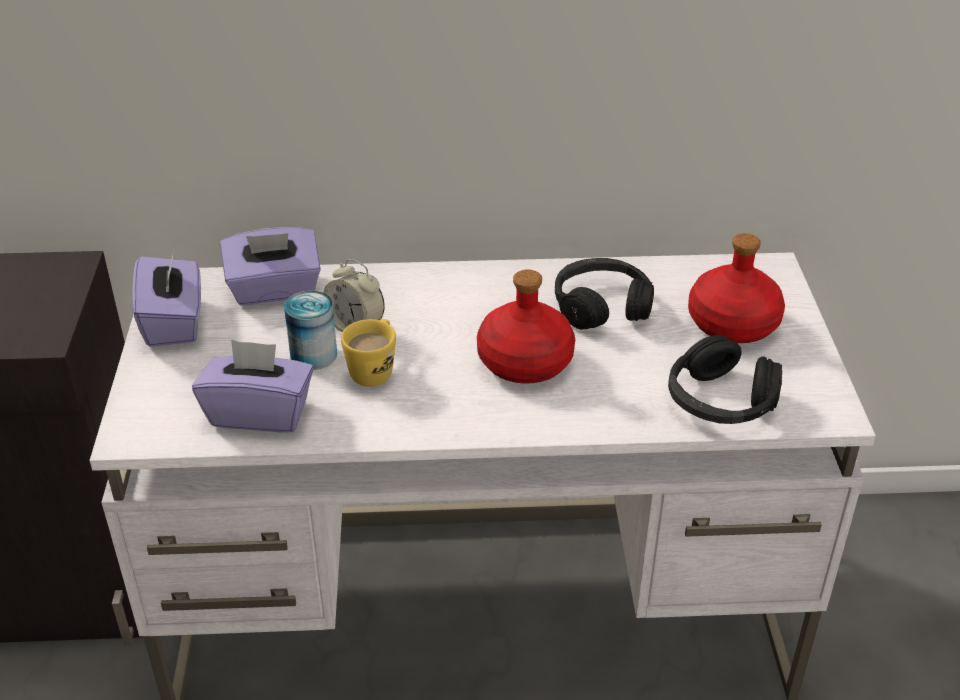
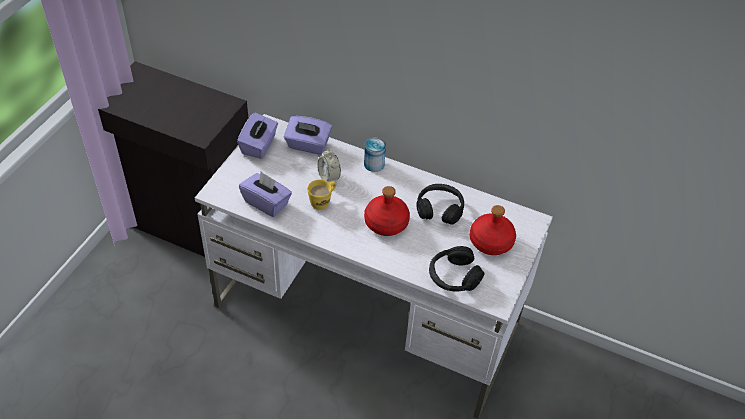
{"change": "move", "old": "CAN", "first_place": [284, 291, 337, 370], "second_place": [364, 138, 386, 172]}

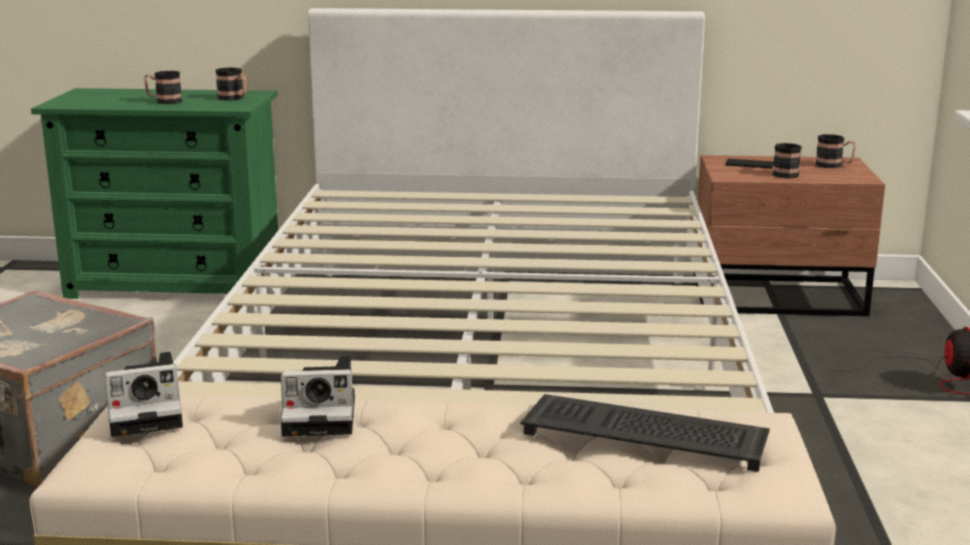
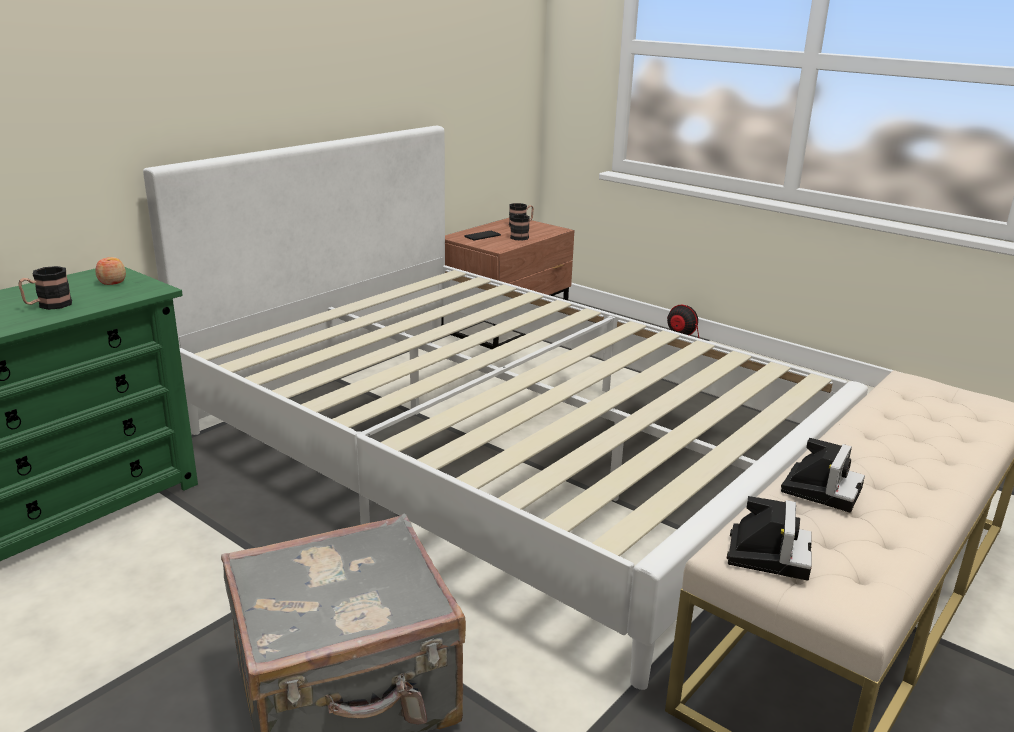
{"change": "replace", "old": "MUG", "new": "APPLE", "first_place": [215, 67, 246, 101], "second_place": [96, 257, 126, 285]}
{"change": "delete", "old": "KEYBOARD", "first_place": [520, 394, 770, 472]}

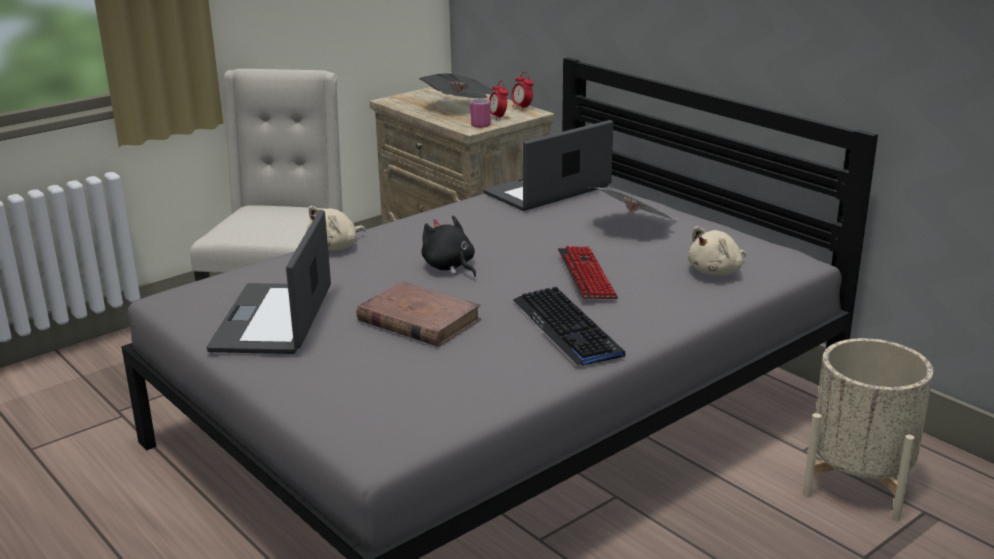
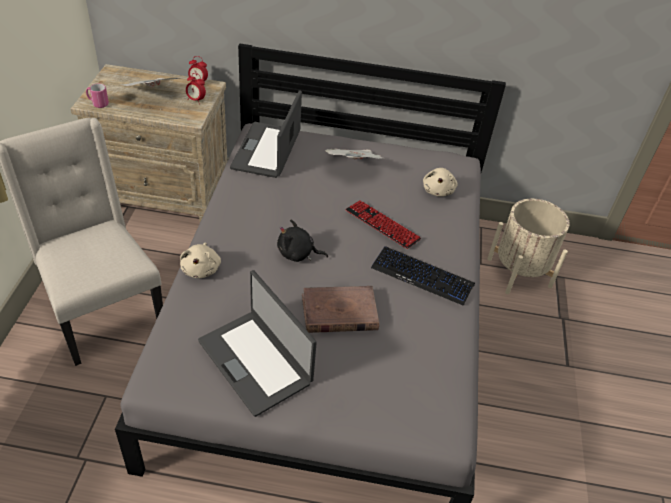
{"change": "move", "old": "PINK MUG", "first_place": [470, 98, 491, 128], "second_place": [86, 84, 109, 108]}

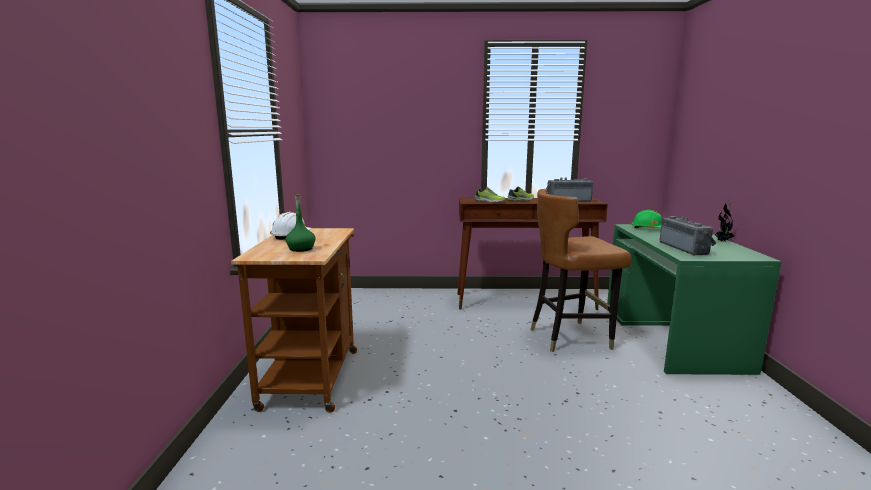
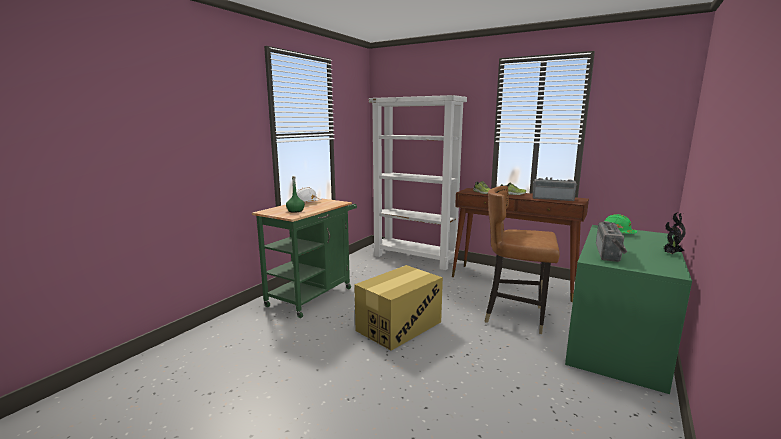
{"change": "recolor", "old": "BROWN CART", "new": "GREEN CART", "first_place": [231, 228, 357, 413], "second_place": [252, 198, 357, 318]}
{"change": "insert", "new": "CARDBOARD BOX", "second_place": [354, 265, 443, 351]}
{"change": "insert", "new": "WHITE BOOKCASE", "second_place": [369, 95, 467, 270]}

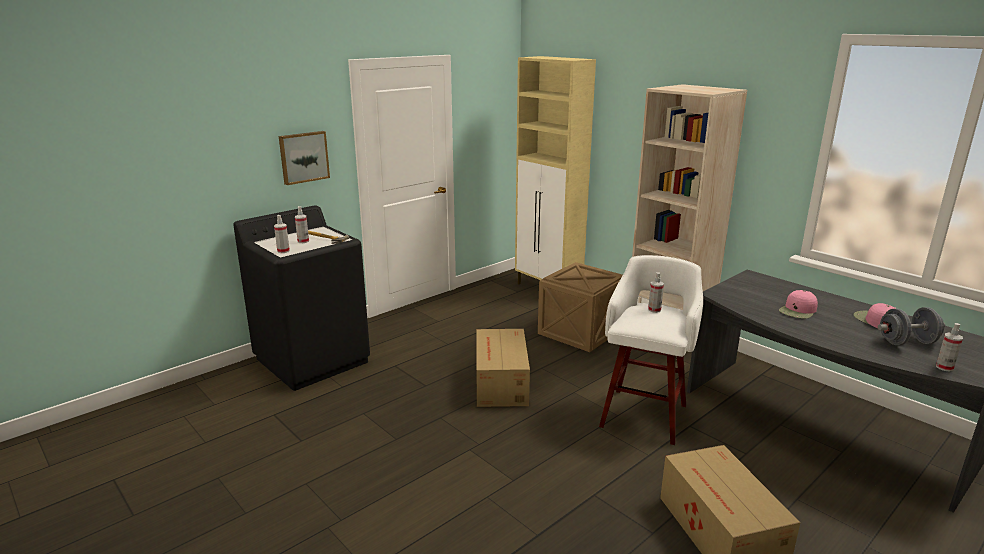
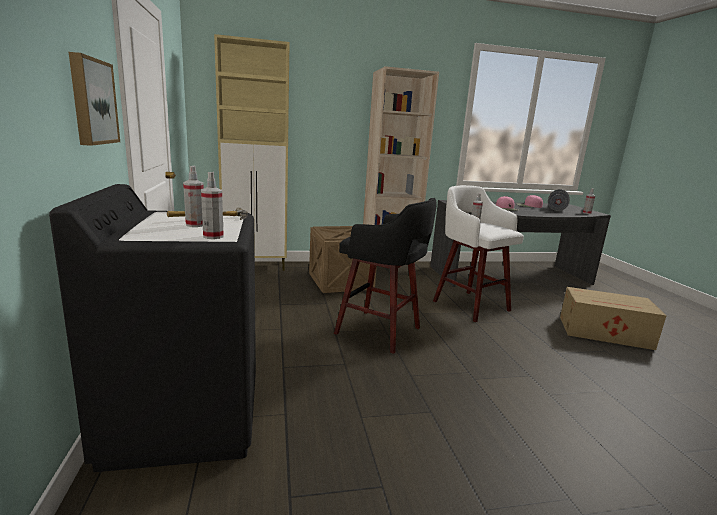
{"change": "replace", "old": "CARDBOARD BOX", "new": "BLACK STOOL", "first_place": [476, 329, 530, 407], "second_place": [334, 198, 437, 354]}

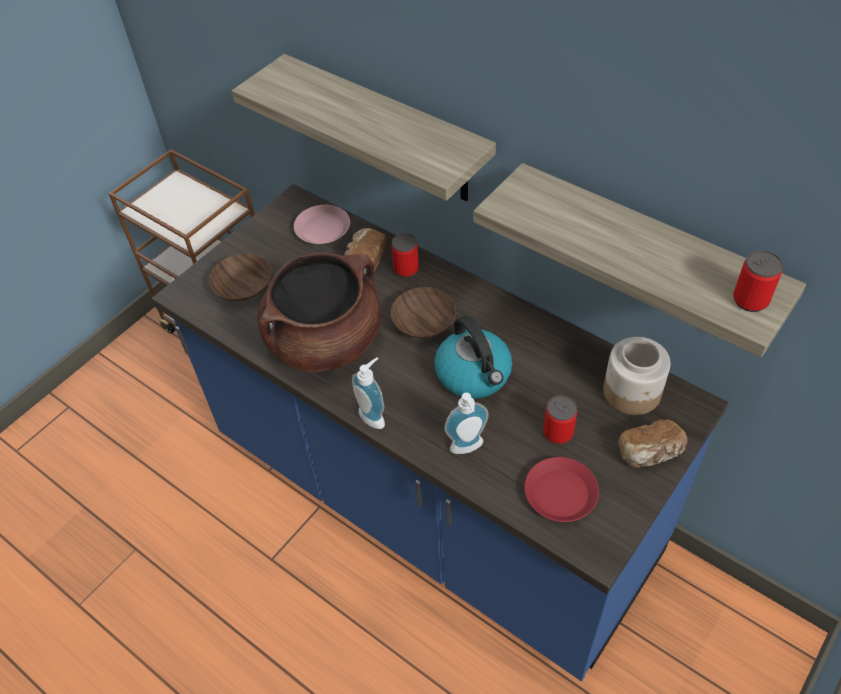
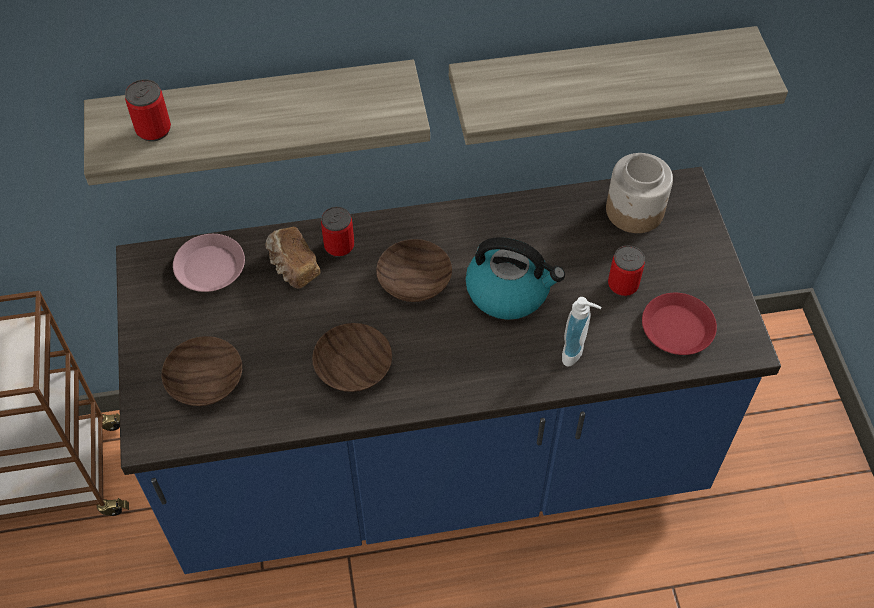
{"change": "replace", "old": "BROWN COOKING POT", "new": "BROWN BOWL", "first_place": [258, 252, 381, 373], "second_place": [312, 323, 392, 392]}
{"change": "delete", "old": "SOAP DISPENSER", "first_place": [352, 358, 385, 429]}
{"change": "delete", "old": "BREAD", "first_place": [618, 419, 687, 467]}
{"change": "move", "old": "CAN", "first_place": [733, 250, 783, 312], "second_place": [125, 79, 171, 142]}

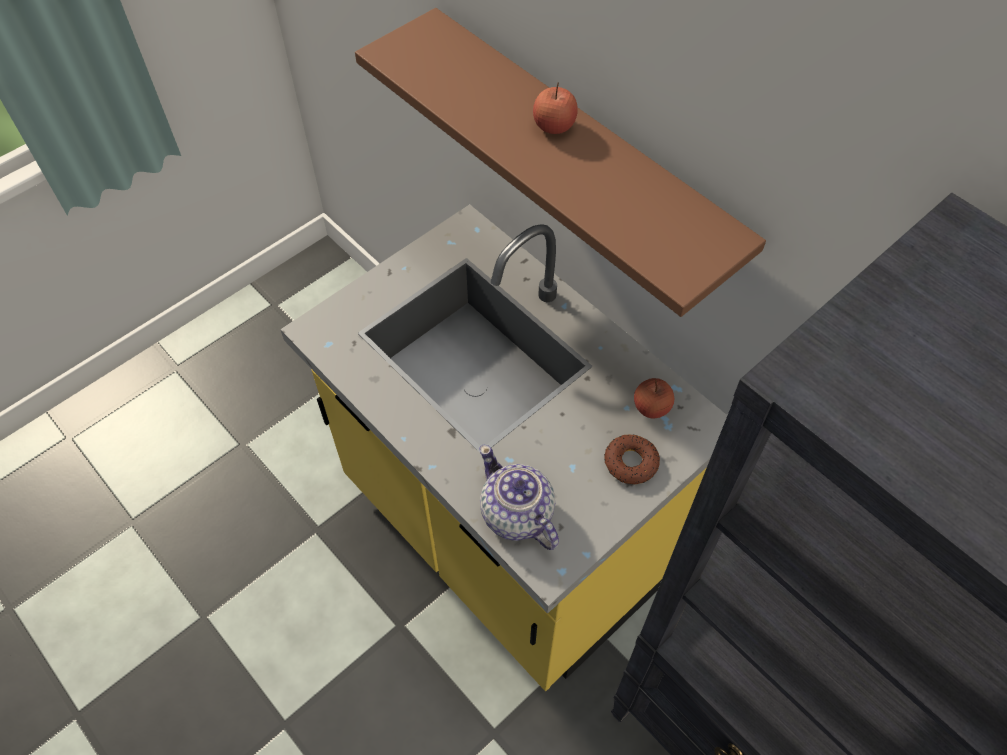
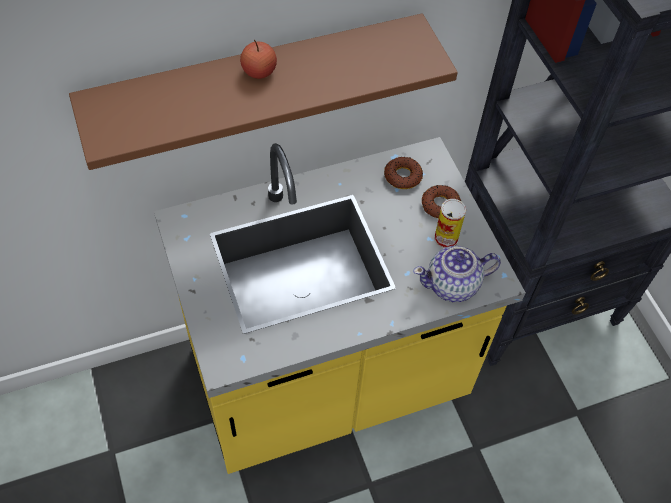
{"change": "replace", "old": "APPLE", "new": "DONUT", "first_place": [634, 378, 674, 418], "second_place": [384, 157, 423, 189]}
{"change": "insert", "new": "CAN", "second_place": [434, 199, 466, 248]}

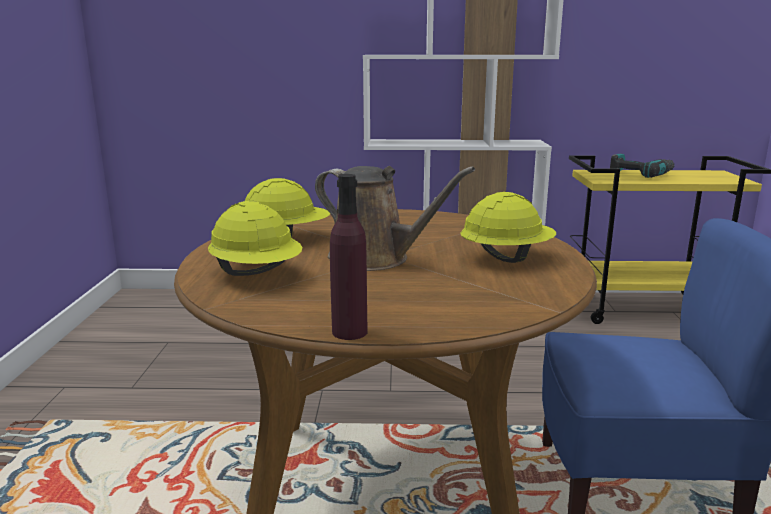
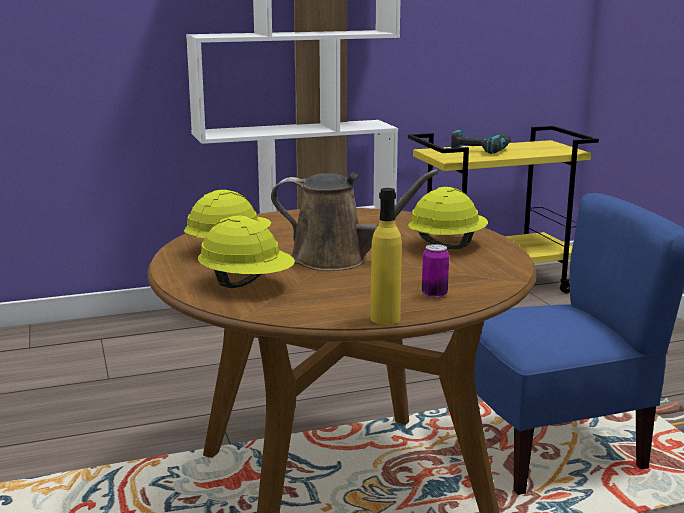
{"change": "recolor", "old": "PURPLE BOTTLE", "new": "YELLOW BOTTLE", "first_place": [330, 174, 368, 340], "second_place": [371, 188, 402, 325]}
{"change": "insert", "new": "CAN", "second_place": [422, 244, 449, 298]}

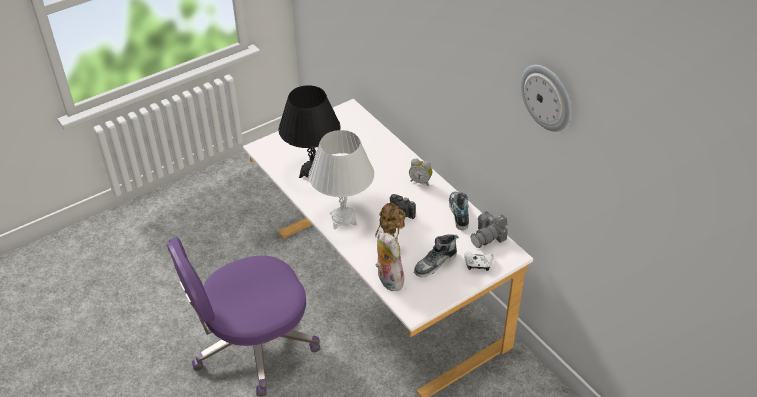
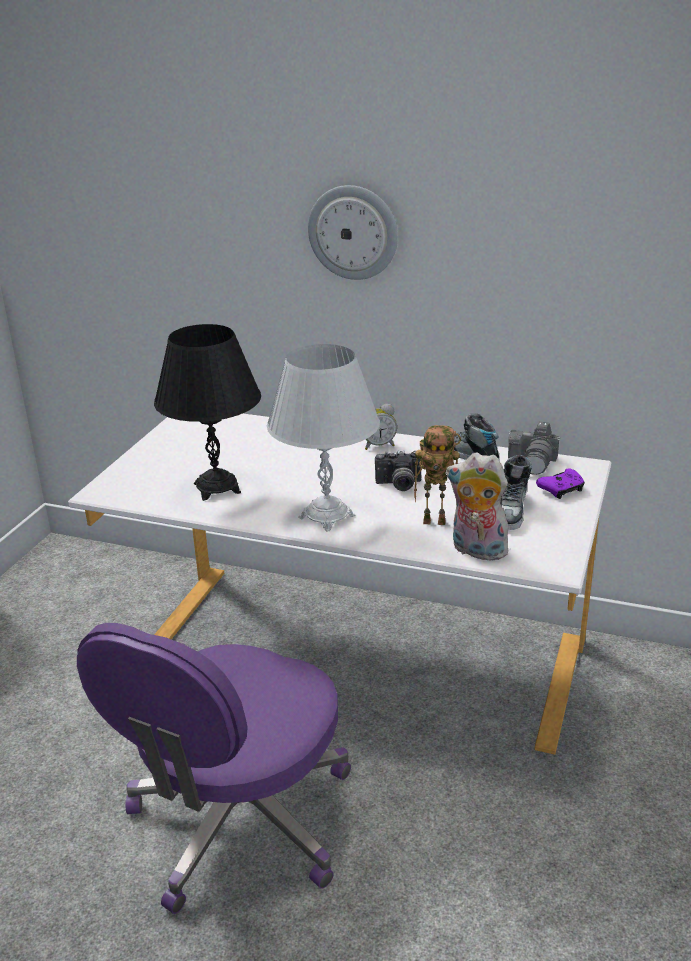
{"change": "recolor", "old": "WHITE GAME CONTROLLER", "new": "PURPLE GAME CONTROLLER", "first_place": [464, 252, 494, 271], "second_place": [536, 468, 585, 499]}
{"change": "move", "old": "WALL CLOCK", "first_place": [521, 65, 571, 132], "second_place": [308, 185, 398, 280]}

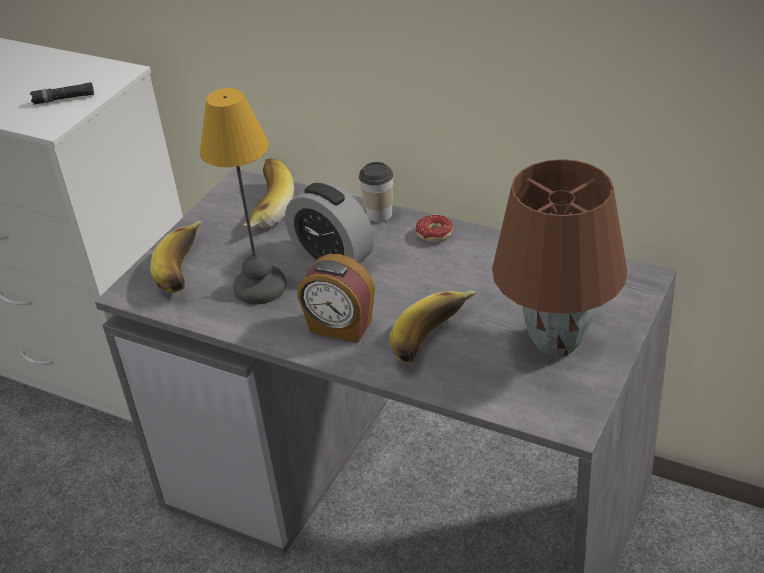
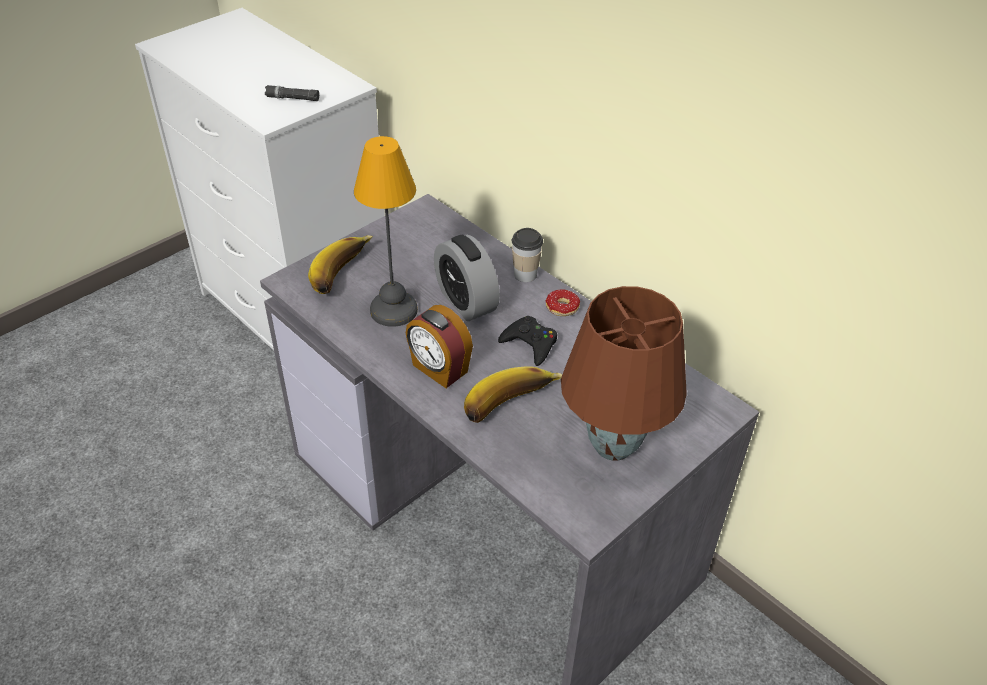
{"change": "delete", "old": "BANANA", "first_place": [242, 158, 295, 228]}
{"change": "insert", "new": "BLACK GAME CONTROLLER", "second_place": [498, 316, 557, 366]}

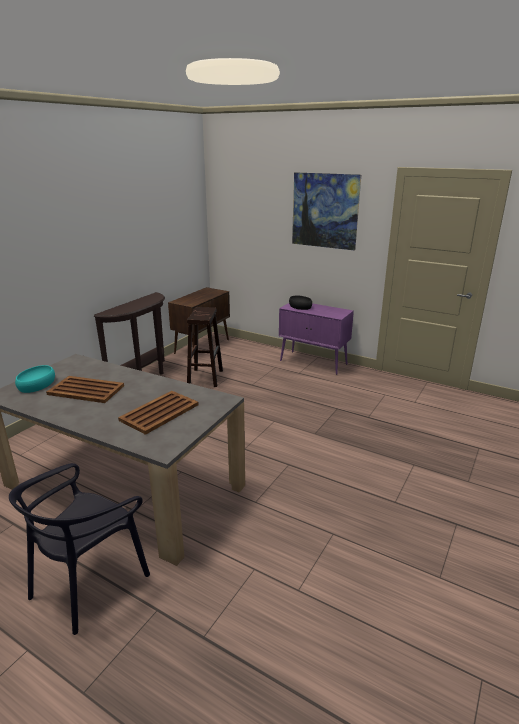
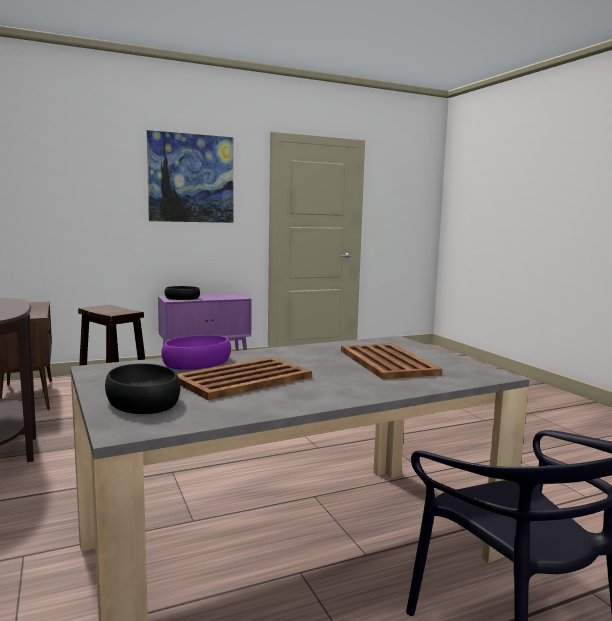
{"change": "recolor", "old": "TURQUOISE BOWL", "new": "BLACK BOWL", "first_place": [15, 365, 55, 393], "second_place": [105, 363, 180, 414]}
{"change": "insert", "new": "PURPLE BOWL", "second_place": [161, 335, 231, 370]}

